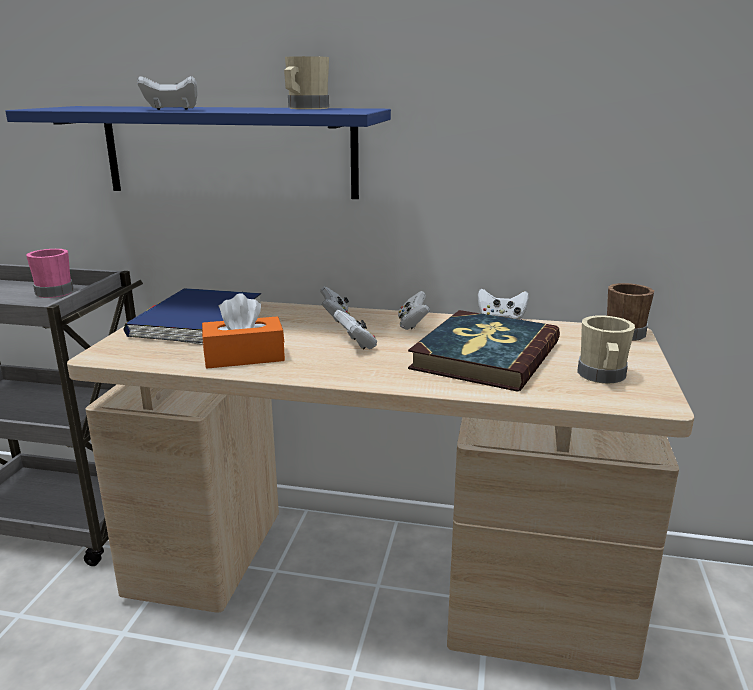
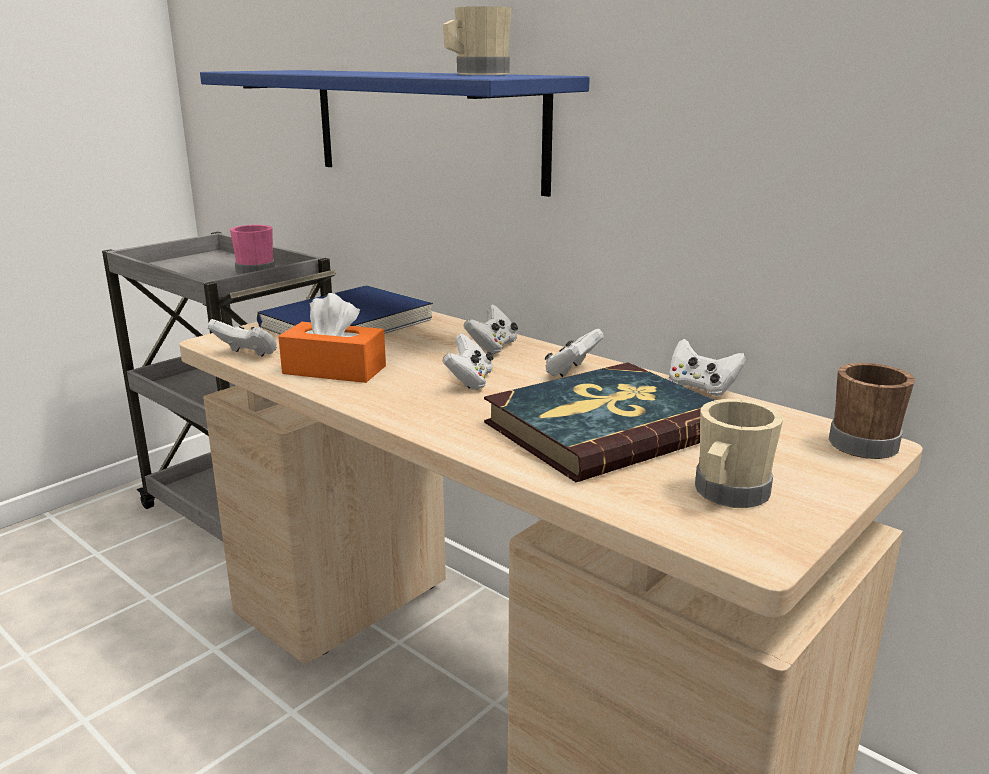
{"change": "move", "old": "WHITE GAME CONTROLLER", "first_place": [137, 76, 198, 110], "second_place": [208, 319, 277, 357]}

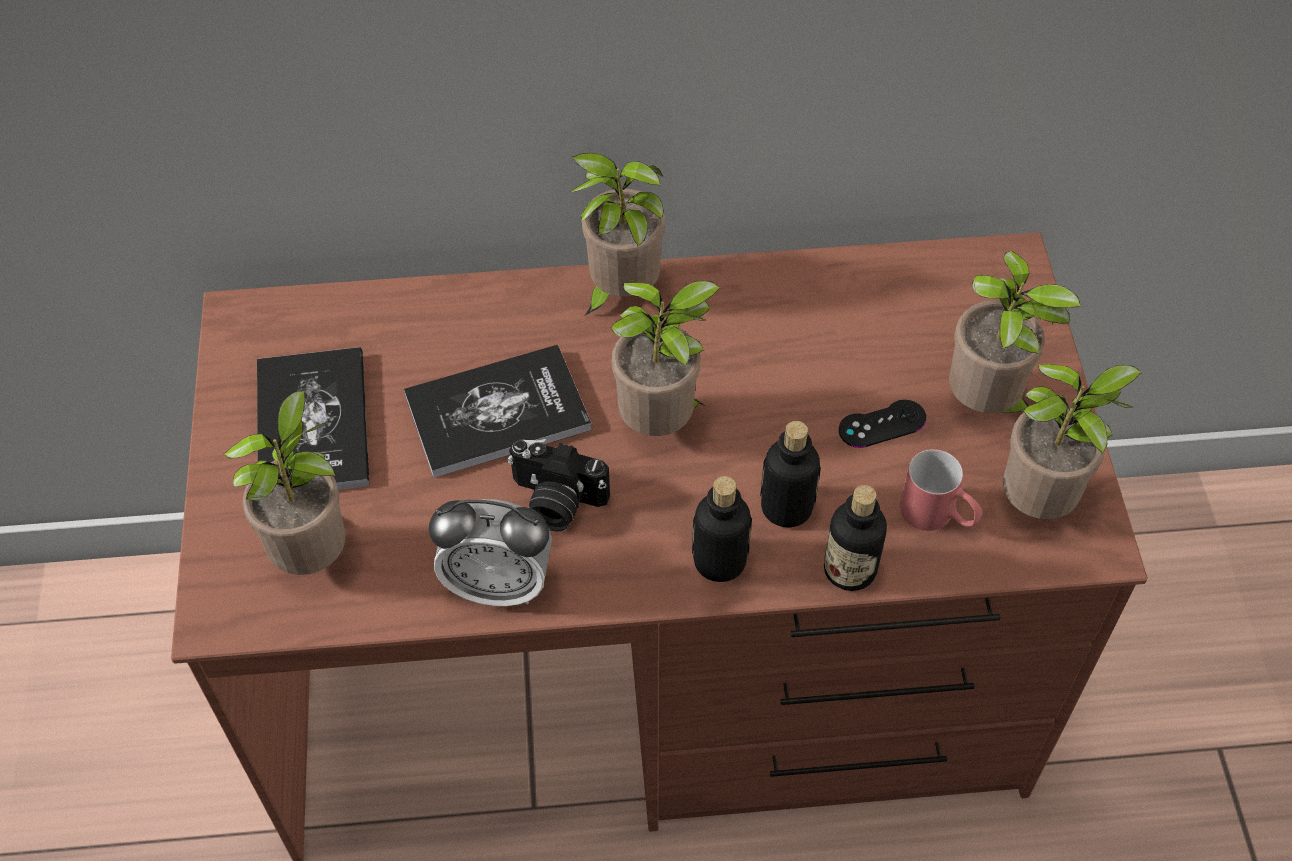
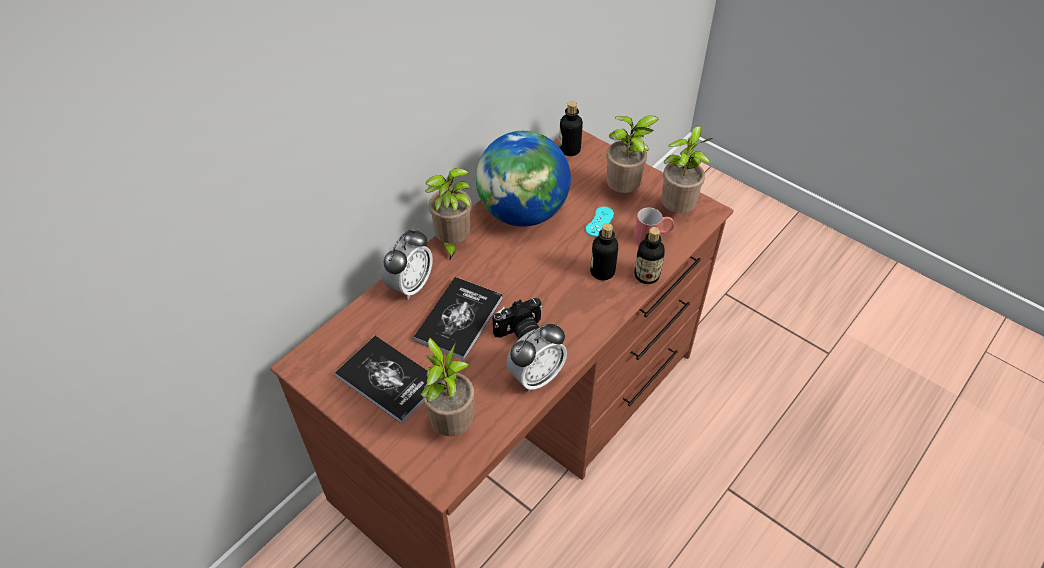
{"change": "delete", "old": "POTTED PLANT", "first_place": [611, 281, 721, 436]}
{"change": "move", "old": "BOTTLE", "first_place": [692, 476, 752, 582], "second_place": [559, 101, 583, 156]}
{"change": "recolor", "old": "BLACK GAME CONTROLLER", "new": "TURQUOISE GAME CONTROLLER", "first_place": [839, 400, 926, 448], "second_place": [586, 207, 614, 237]}
{"change": "insert", "new": "ALARM CLOCK", "second_place": [381, 229, 433, 300]}
{"change": "insert", "new": "GLOBE", "second_place": [476, 131, 571, 227]}

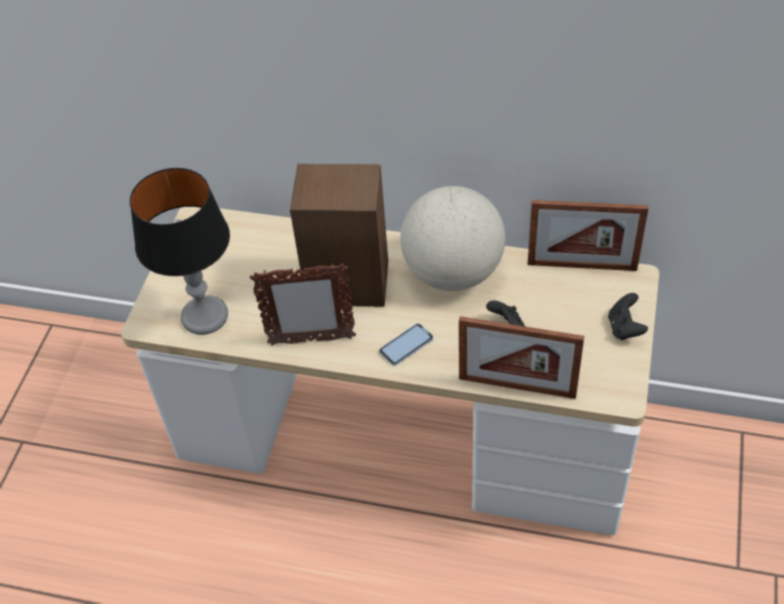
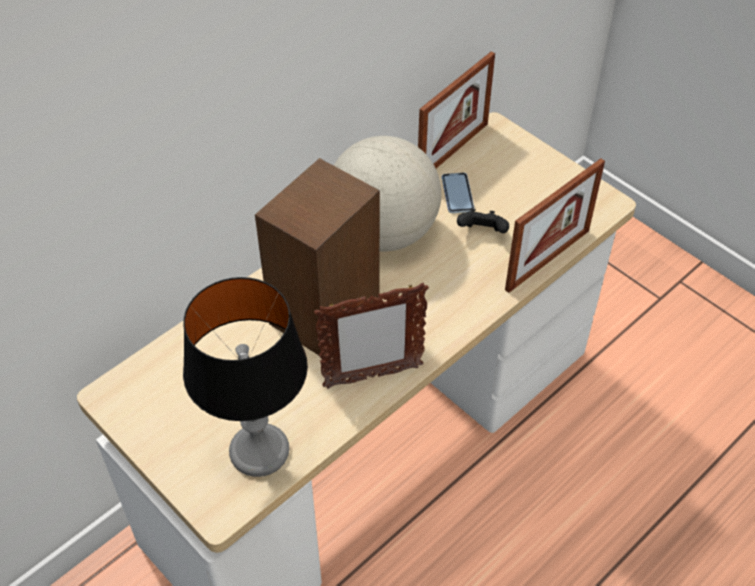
{"change": "rotate", "old": "PICTURE FRAME", "first_place": [250, 263, 356, 346], "second_place": [314, 283, 429, 389], "degrees": 45}
{"change": "move", "old": "PHONE", "first_place": [379, 323, 433, 366], "second_place": [442, 173, 474, 213]}
{"change": "delete", "old": "BLACK GAME CONTROLLER", "first_place": [608, 293, 648, 340]}

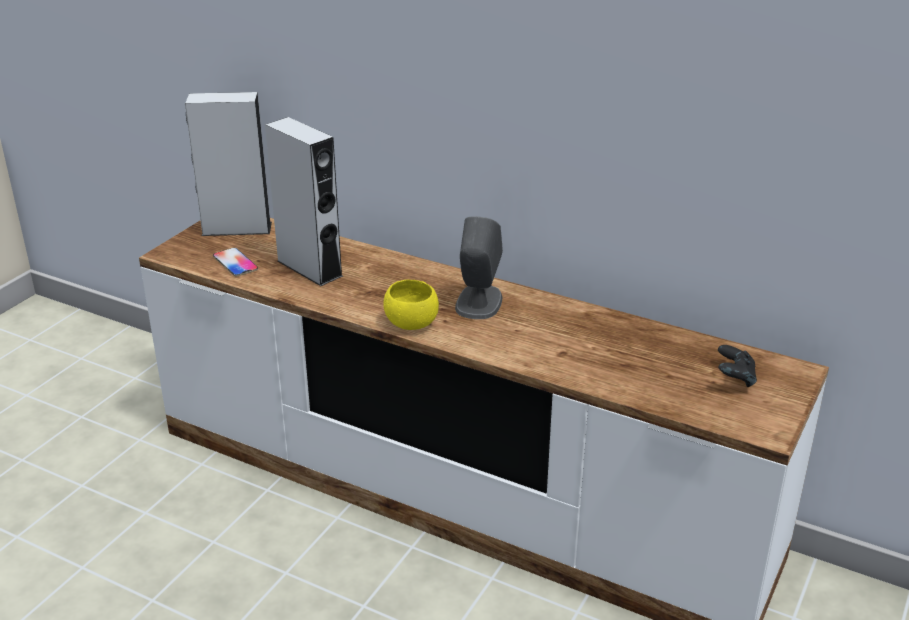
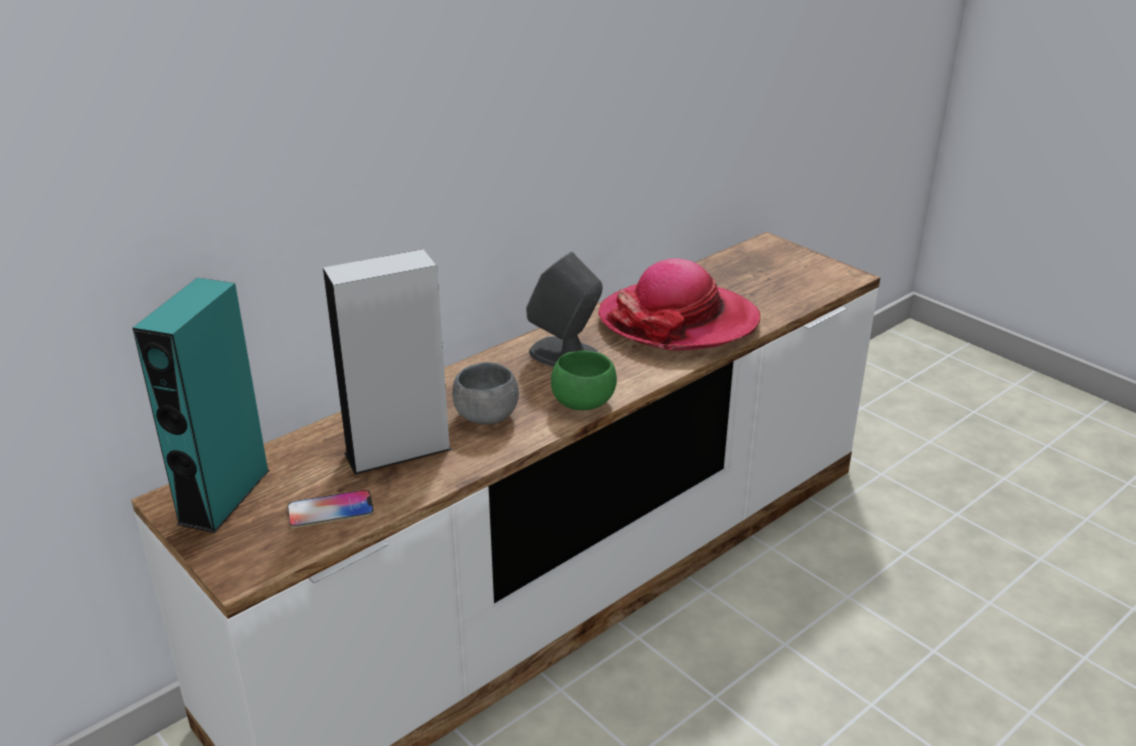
{"change": "recolor", "old": "GREY SPEAKER", "new": "TURQUOISE SPEAKER", "first_place": [185, 92, 272, 236], "second_place": [132, 278, 270, 533]}
{"change": "recolor", "old": "YELLOW BOWL", "new": "GREEN BOWL", "first_place": [383, 280, 439, 330], "second_place": [551, 350, 617, 410]}
{"change": "delete", "old": "BLACK GAME CONTROLLER", "first_place": [718, 345, 757, 387]}
{"change": "insert", "new": "GREY BOWL", "second_place": [452, 362, 519, 424]}
{"change": "insert", "new": "HAT", "second_place": [598, 258, 761, 350]}

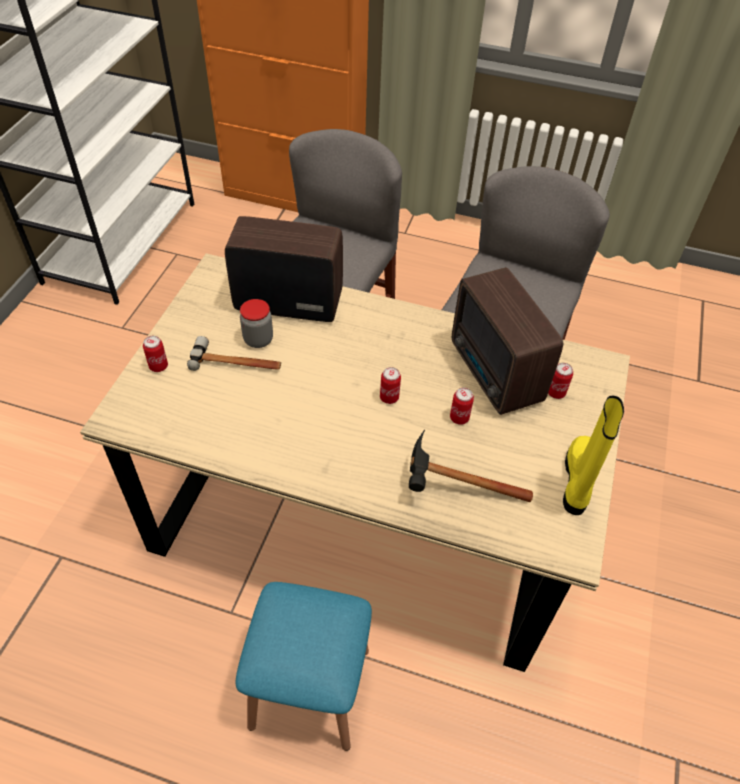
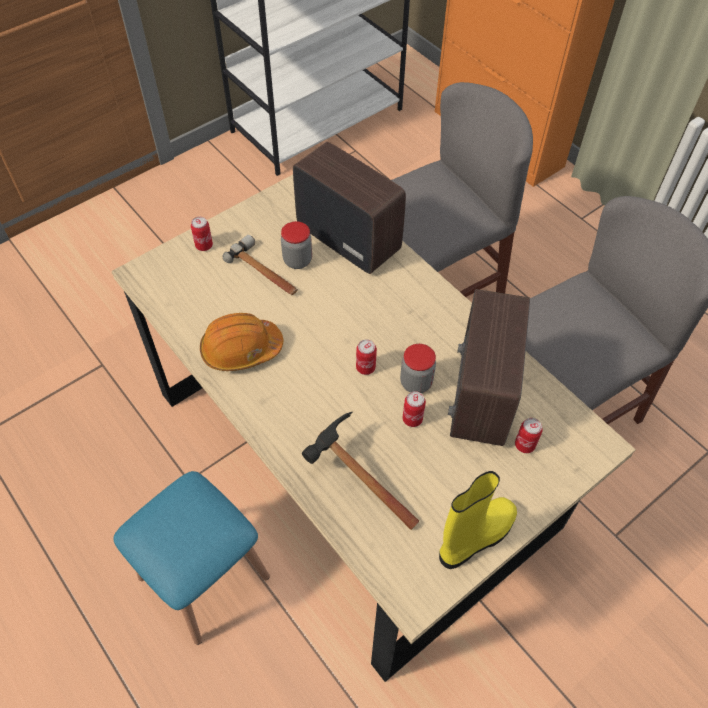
{"change": "insert", "new": "ORANGE HARD HAT", "second_place": [200, 313, 283, 371]}
{"change": "insert", "new": "JAR", "second_place": [400, 344, 436, 393]}

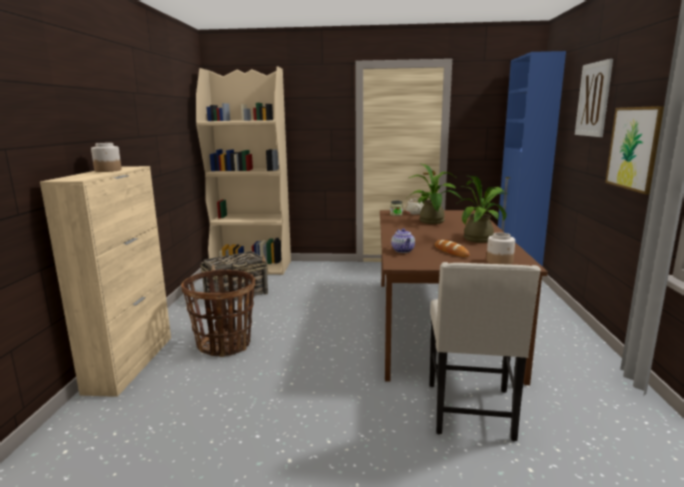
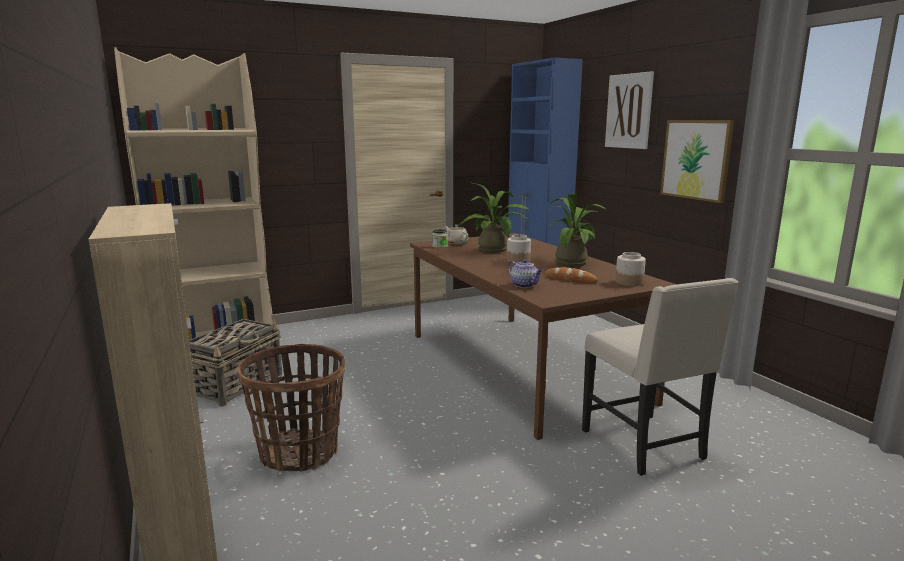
{"change": "move", "old": "JAR", "first_place": [91, 143, 122, 172], "second_place": [507, 234, 531, 263]}

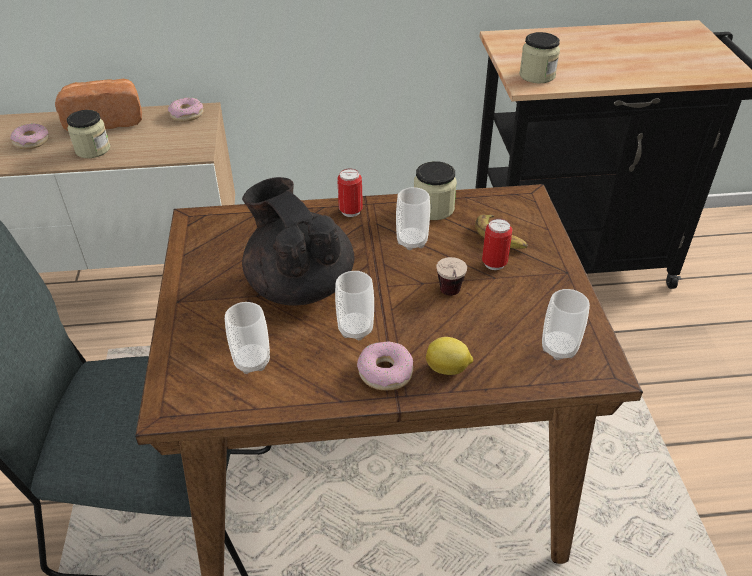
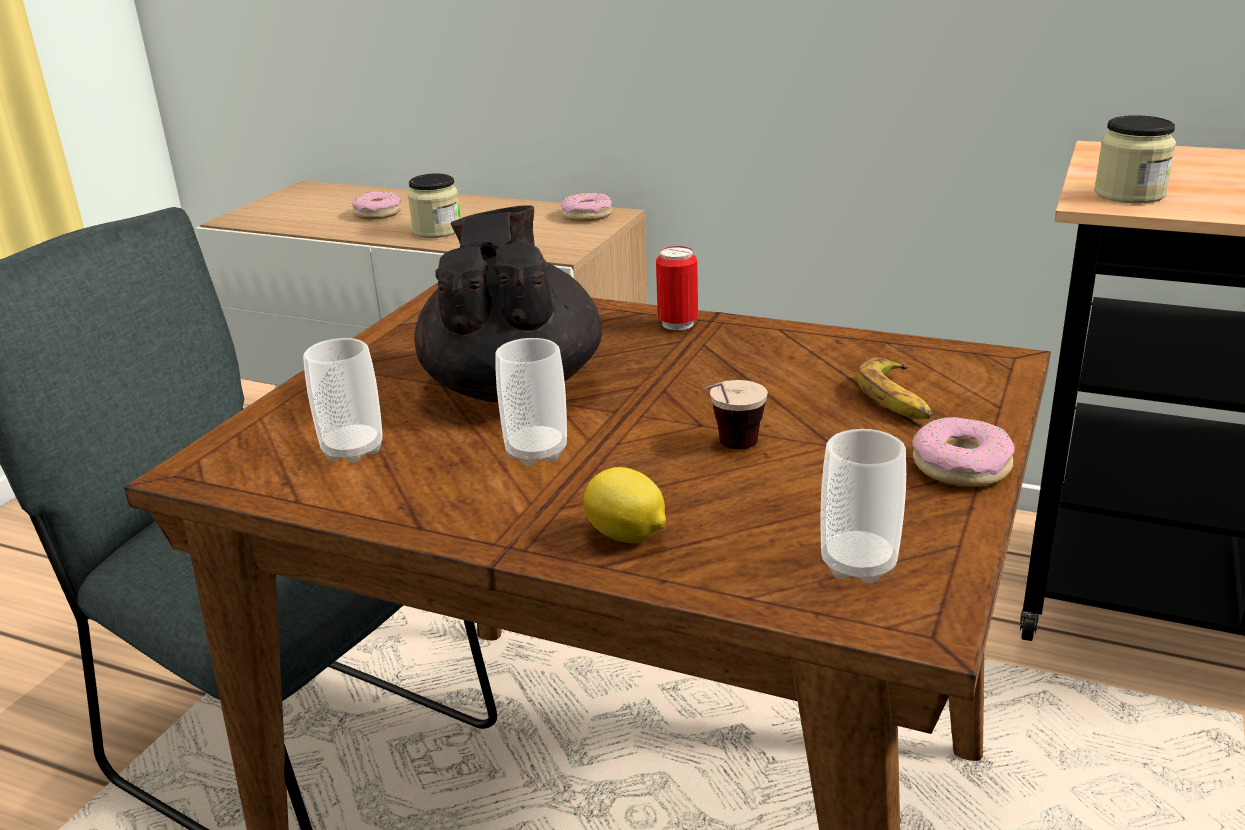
{"change": "delete", "old": "BREAD", "first_place": [55, 79, 142, 131]}
{"change": "move", "old": "DONUT", "first_place": [357, 342, 413, 390], "second_place": [912, 417, 1015, 487]}
{"change": "delete", "old": "CUP", "first_place": [396, 187, 430, 250]}
{"change": "delete", "old": "JAR", "first_place": [414, 161, 457, 220]}
{"change": "delete", "old": "CAN", "first_place": [482, 219, 512, 270]}

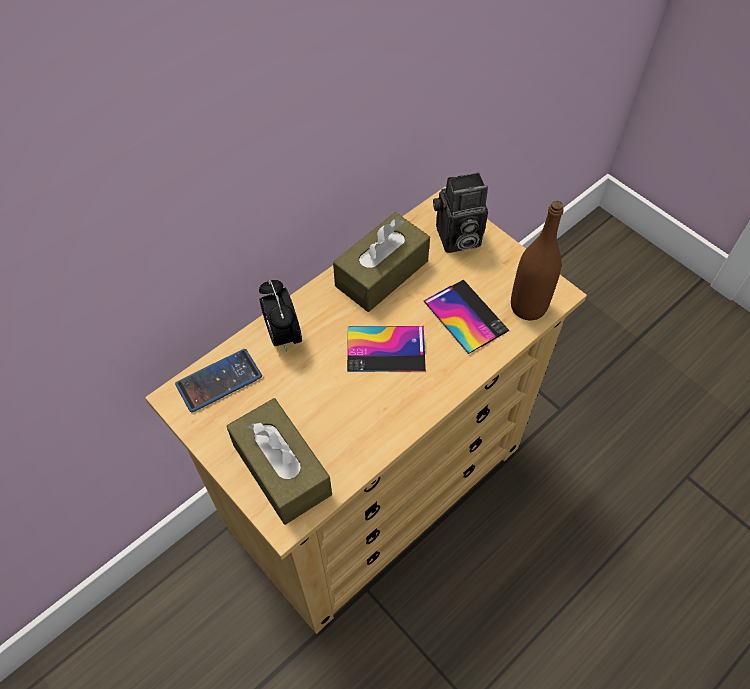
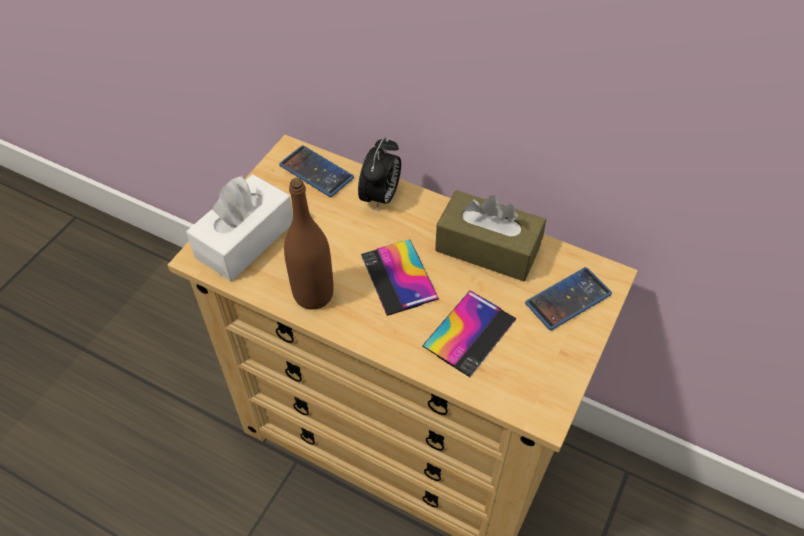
{"change": "recolor", "old": "BROWN TISSUE BOX", "new": "WHITE TISSUE BOX", "first_place": [226, 398, 332, 525], "second_place": [186, 174, 293, 281]}
{"change": "rotate", "old": "ALARM CLOCK", "first_place": [259, 280, 302, 352], "second_place": [358, 137, 401, 210], "degrees": 150}
{"change": "replace", "old": "PHOTO CAMERA", "new": "PHONE", "first_place": [433, 172, 488, 253], "second_place": [525, 267, 612, 330]}
{"change": "move", "old": "BROWN BOTTLE", "first_place": [511, 200, 564, 320], "second_place": [284, 178, 334, 310]}

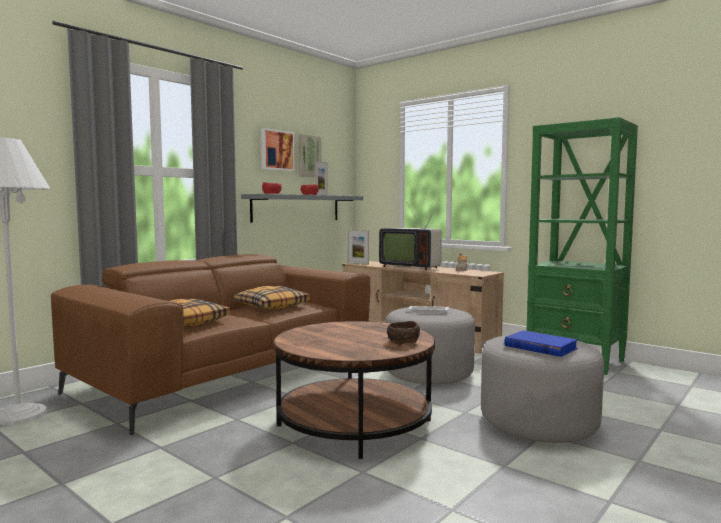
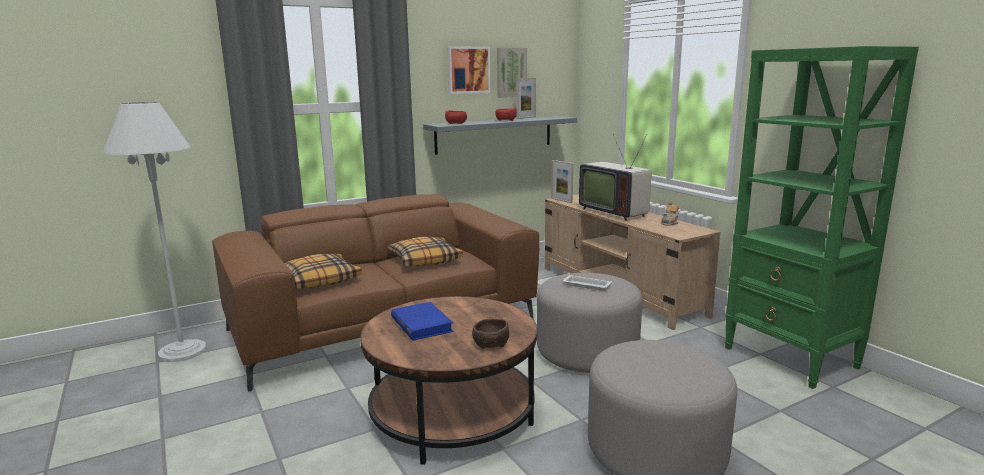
{"change": "move", "old": "BLUE BOOK", "first_place": [504, 330, 578, 357], "second_place": [391, 302, 454, 341]}

